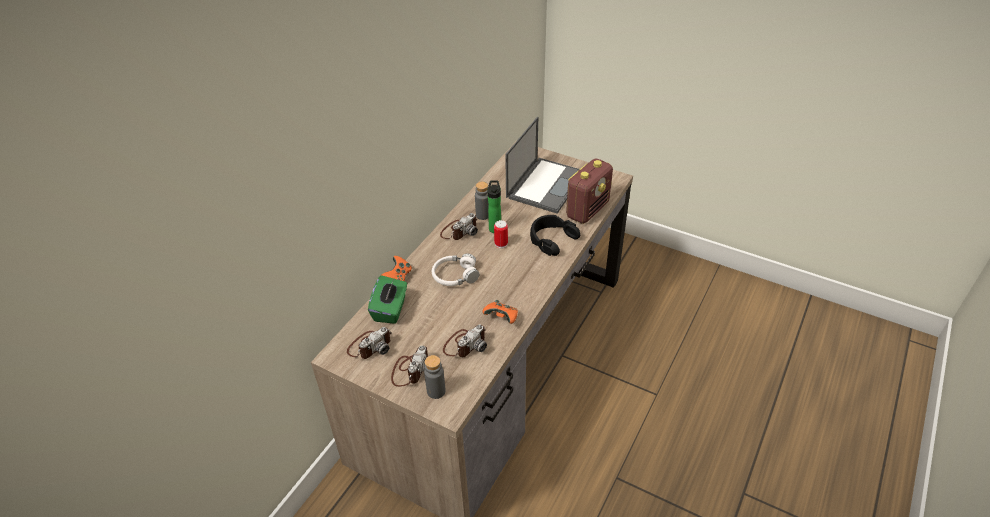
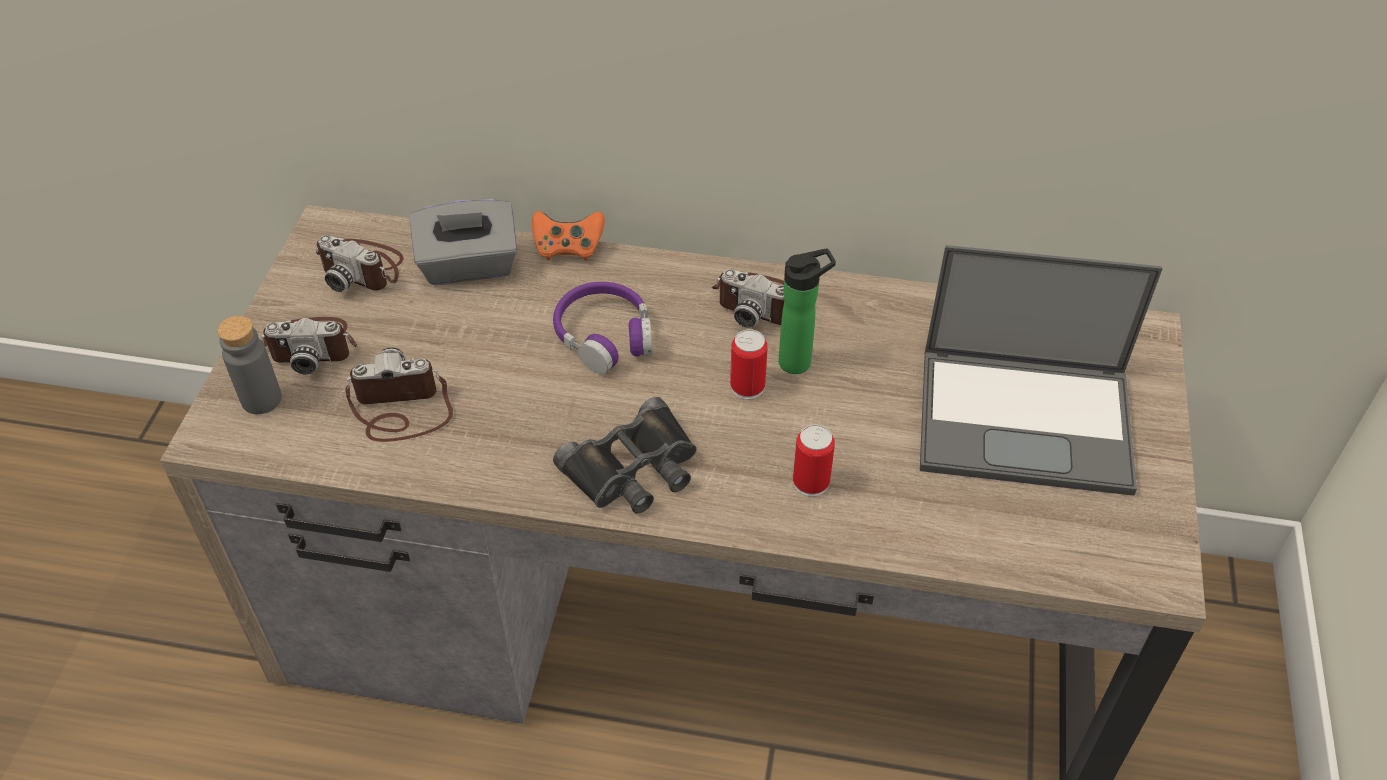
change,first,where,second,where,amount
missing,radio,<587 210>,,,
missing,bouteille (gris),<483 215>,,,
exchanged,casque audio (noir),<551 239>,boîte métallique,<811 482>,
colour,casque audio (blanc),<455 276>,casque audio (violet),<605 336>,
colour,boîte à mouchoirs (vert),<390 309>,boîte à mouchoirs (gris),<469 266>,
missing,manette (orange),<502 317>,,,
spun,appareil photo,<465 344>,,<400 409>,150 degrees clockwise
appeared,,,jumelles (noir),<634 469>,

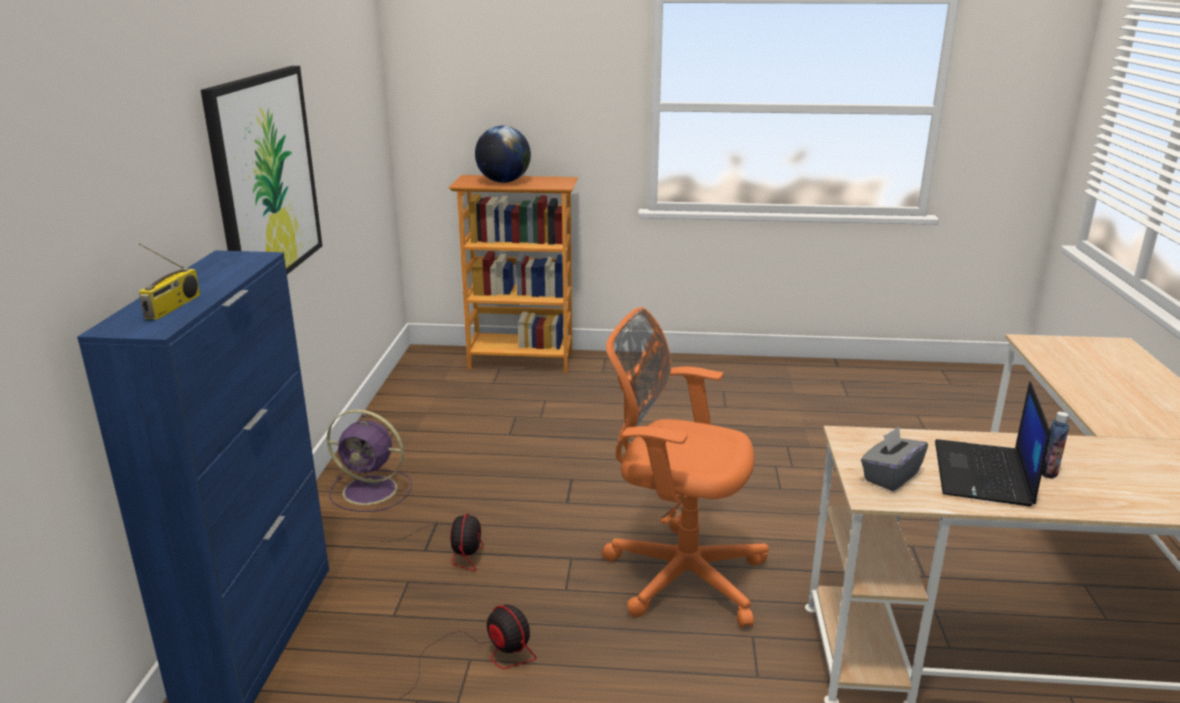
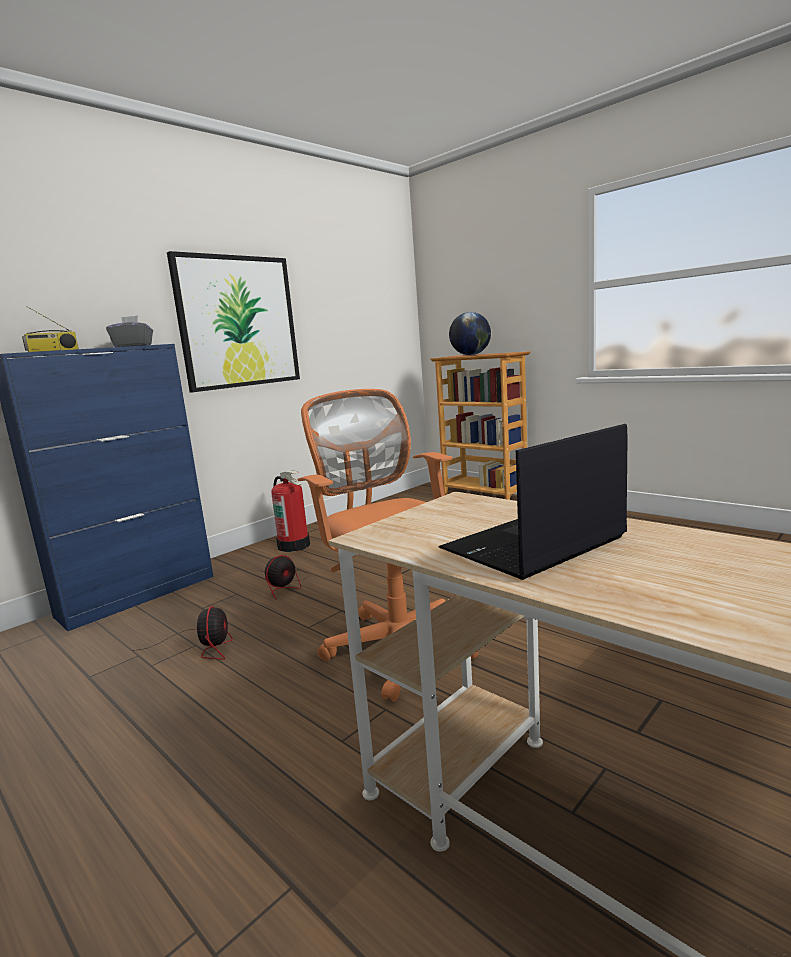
change,first,where,second,where,amount
exchanged,ventilateur (violet),<372 490>,extincteur,<294 545>,
missing,bouteille,<1049 472>,,,
relocated,boîte à mouchoirs (gris),<890 476>,,<133 346>,

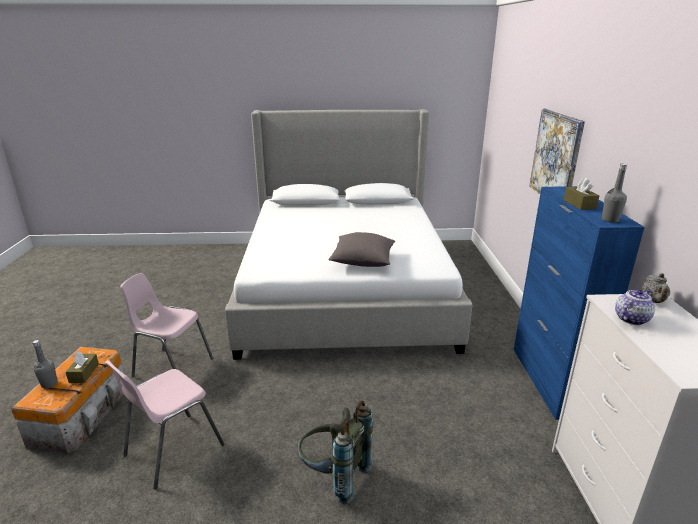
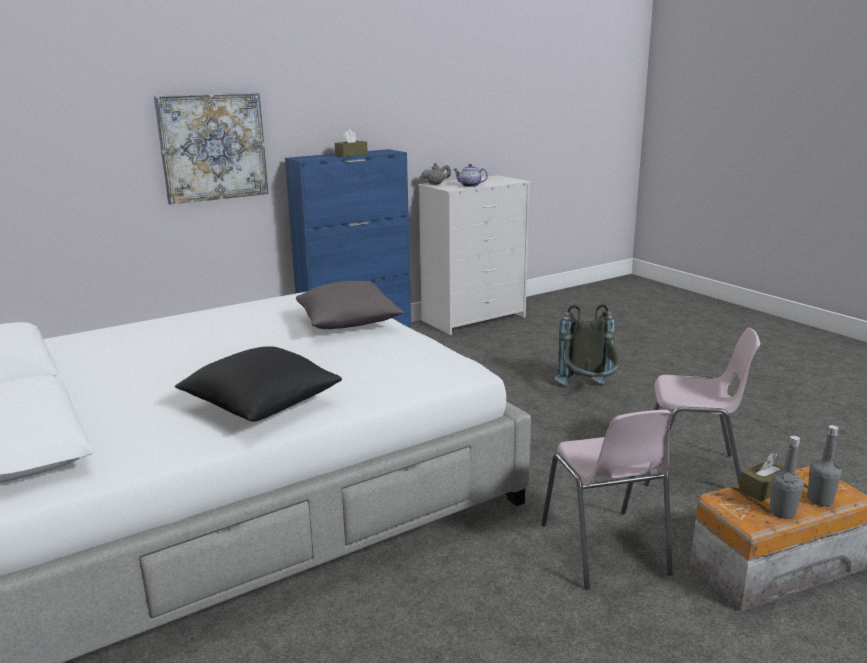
change,first,where,second,where,amount
relocated,bouteille (gris),<610 220>,,<782 512>,
appeared,,,coussin (noir),<261 406>,

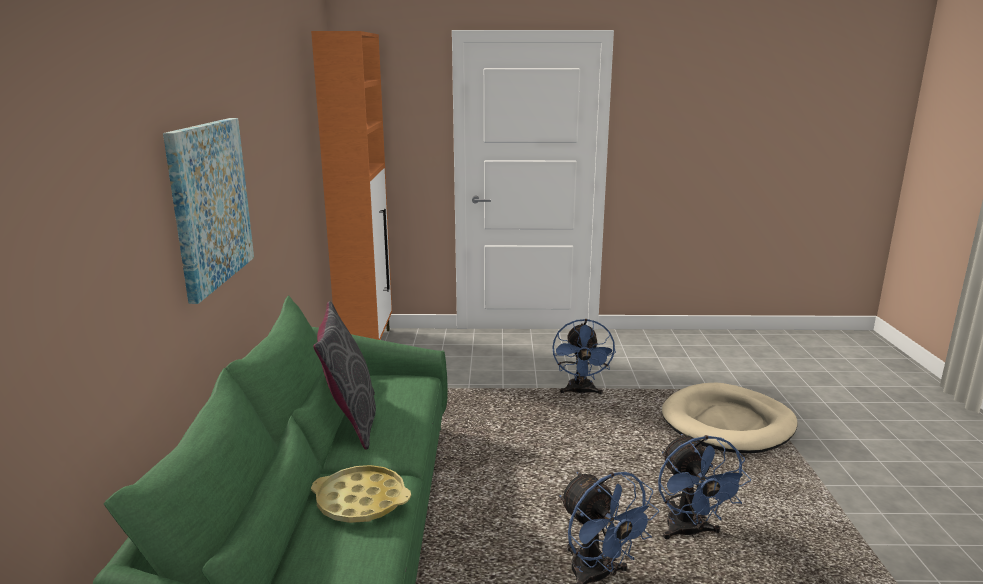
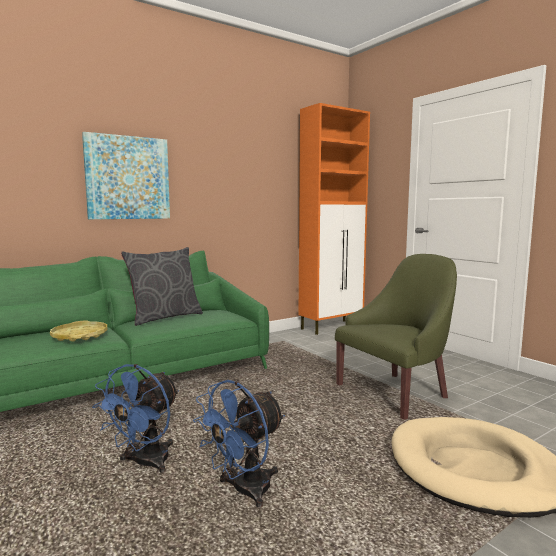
change,first,where,second,where,amount
exchanged,ventilateur (bleu),<581 392>,fauteuil (vert),<395 392>,

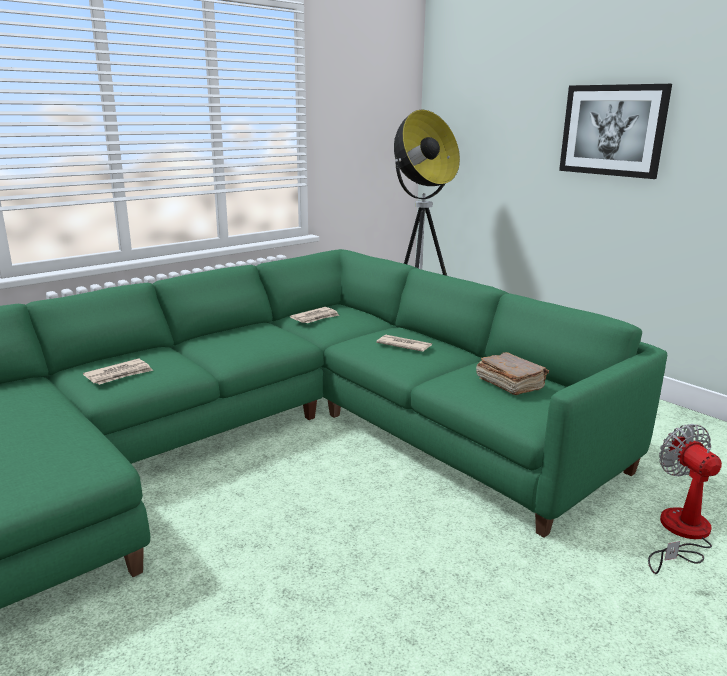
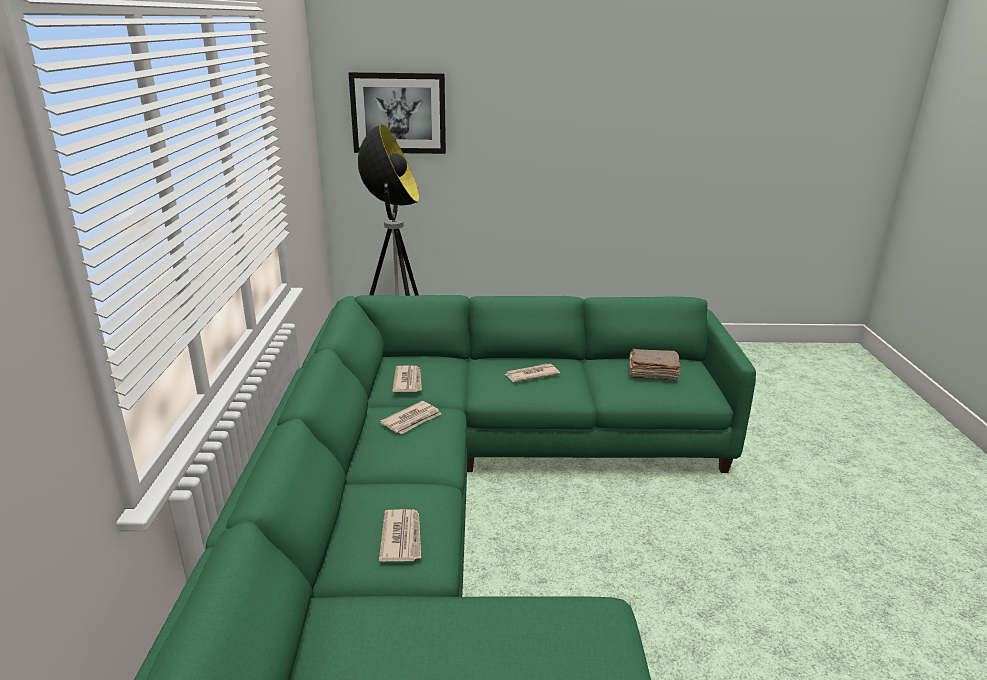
change,first,where,second,where,amount
relocated,tableau,<612 130>,,<398 113>,
missing,ventilateur,<681 533>,,,
appeared,,,journal,<412 420>,

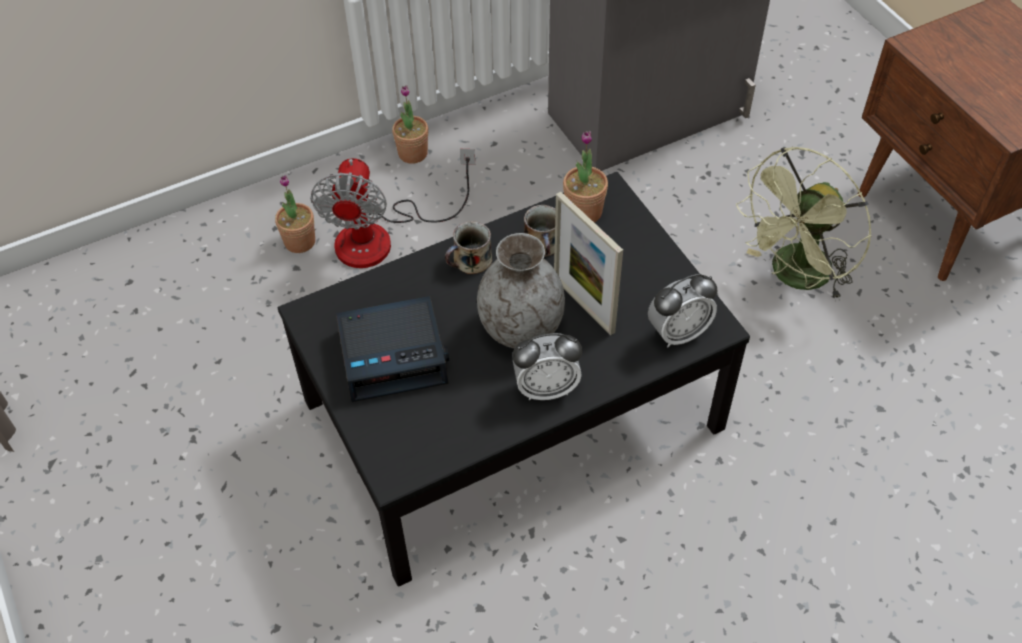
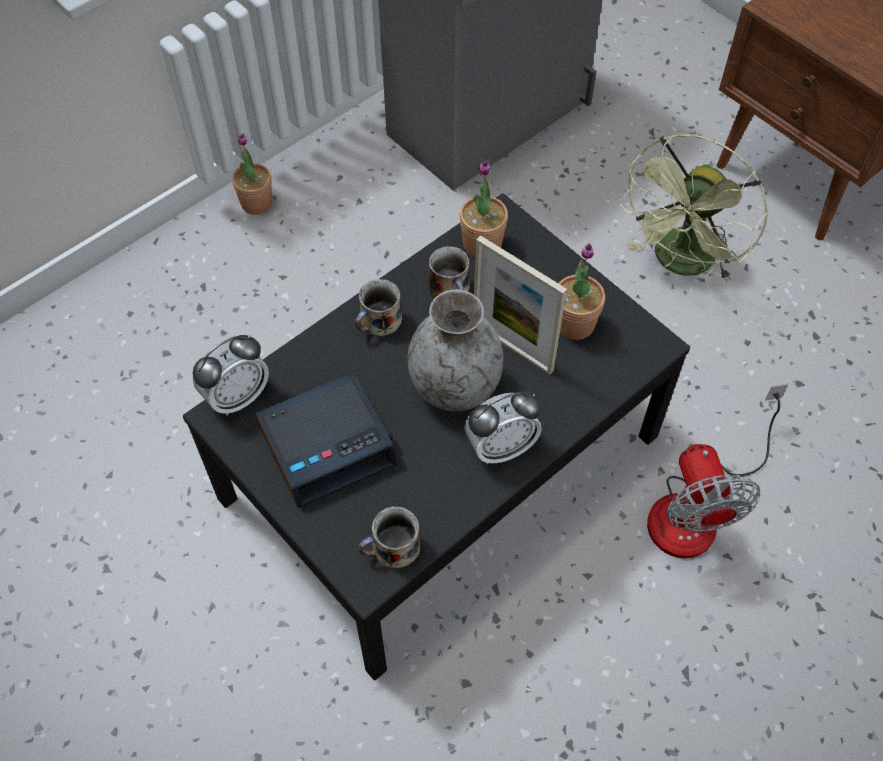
change,first,where,second,where,amount
relocated,ventilateur,<382 237>,,<696 508>,
relocated,plante en pot,<300 242>,,<574 323>,
relocated,réveil,<678 333>,,<237 397>,
appeared,,,mug,<393 548>,

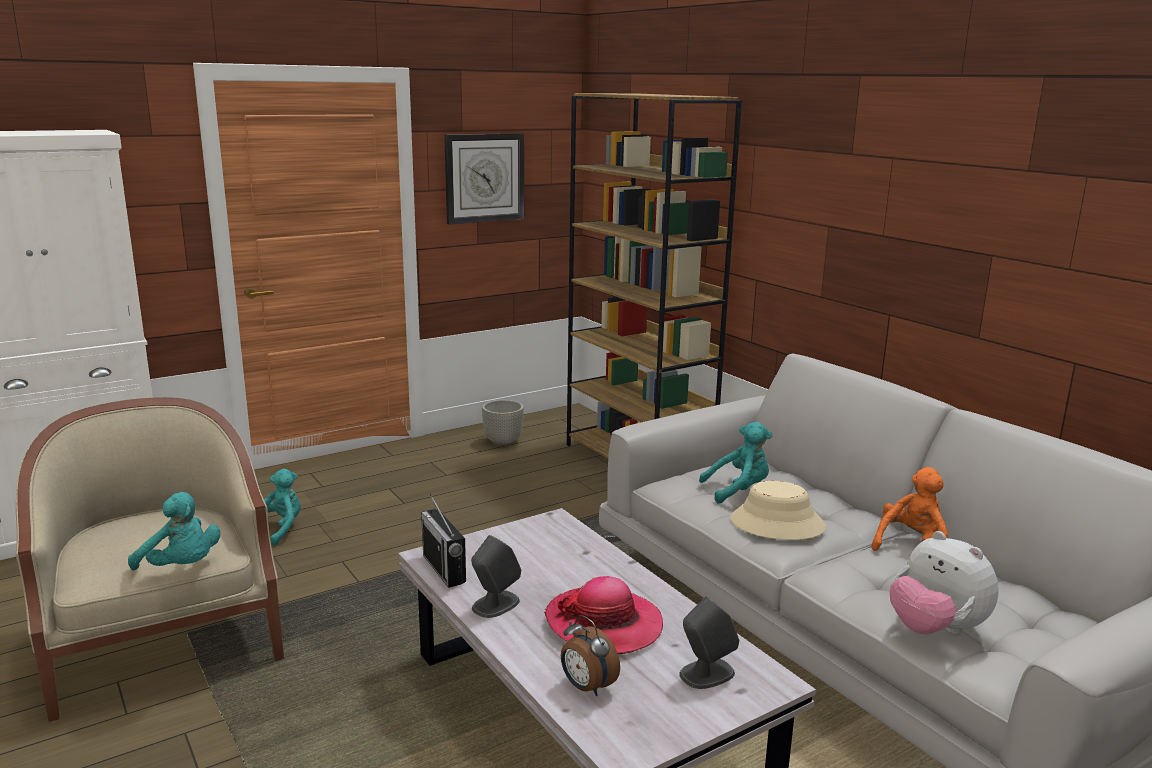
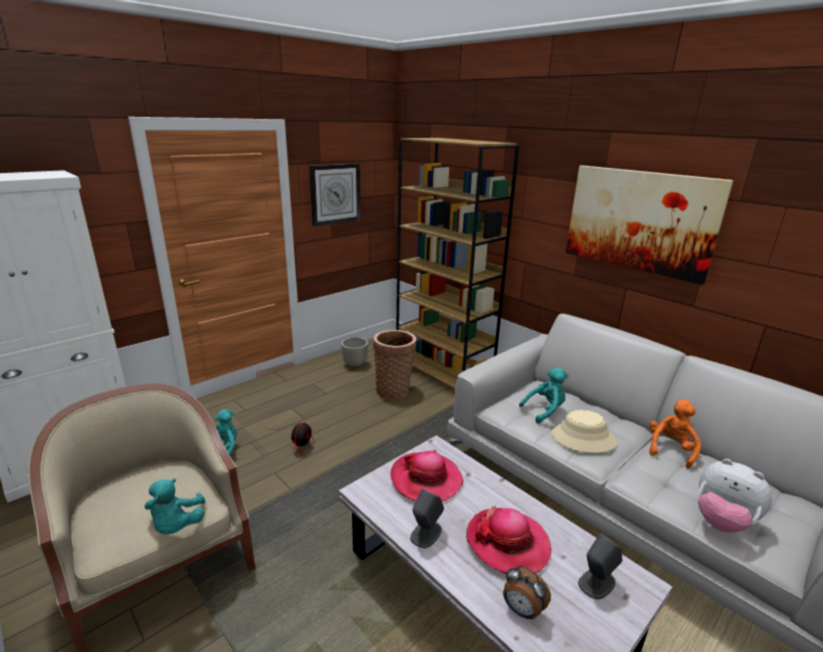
change,first,where,second,where,amount
spun,peluche (turquoise),<181 567>,,<177 526>,60 degrees clockwise
missing,radio,<444 569>,,,
appeared,,,tableau,<639 221>,
appeared,,,panier,<394 390>,
appeared,,,ventilateur,<299 441>,
appeared,,,chapeau,<426 479>,

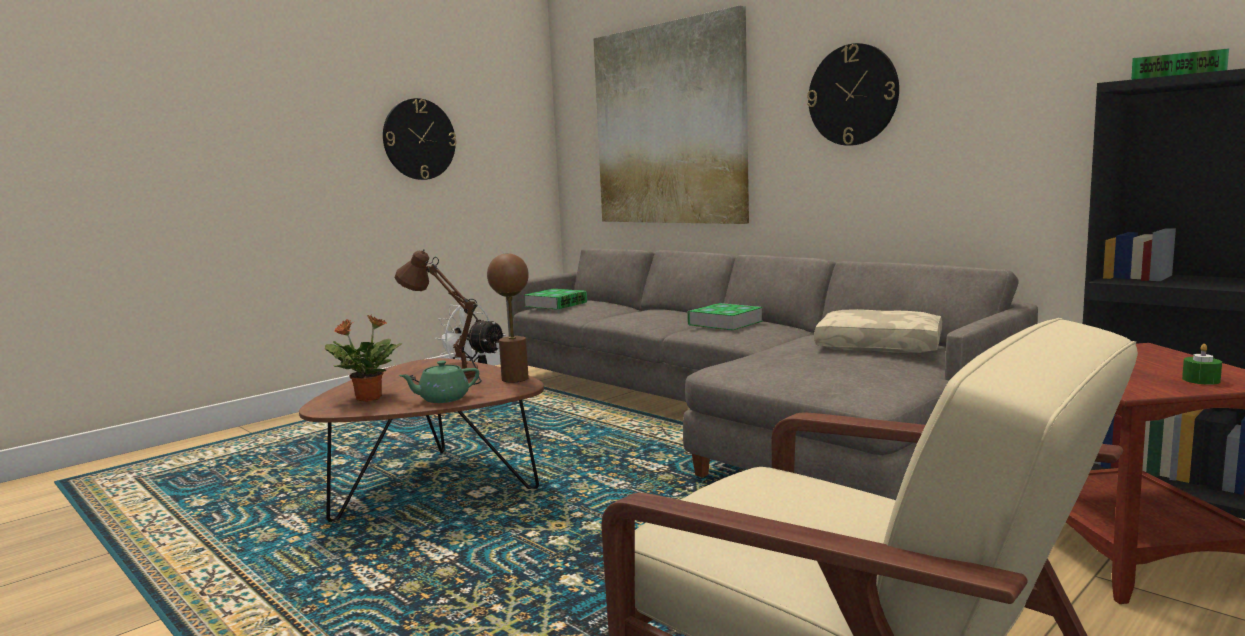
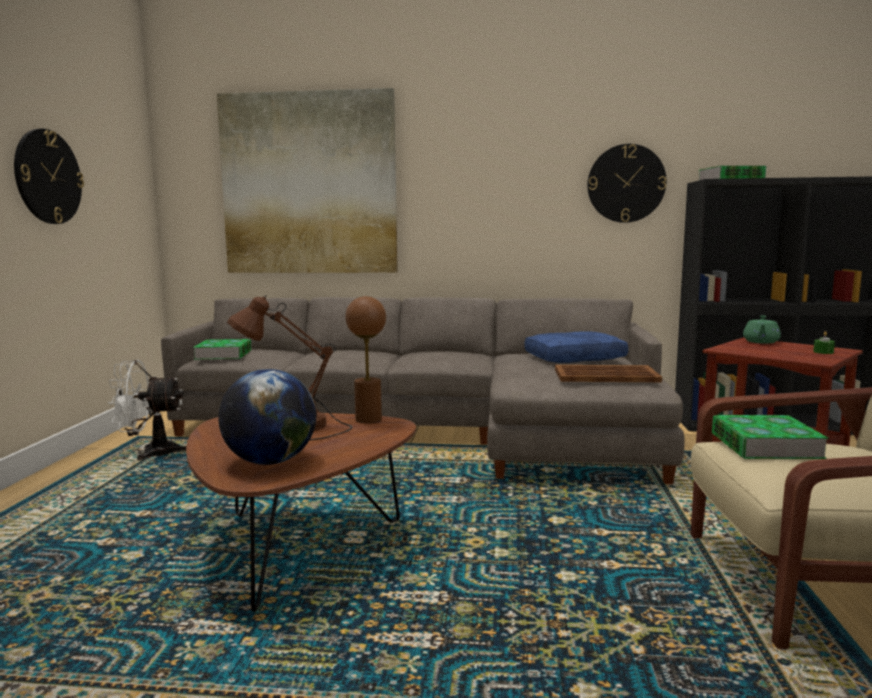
change,first,where,second,where,amount
relocated,horloge murale,<853 95>,,<626 183>,
relocated,livre,<725 323>,,<765 445>,
colour,coussin (beige),<880 346>,coussin (bleu),<574 358>,
exchanged,plante en pot,<367 398>,globe,<270 461>,
relocated,théière (vert),<442 399>,,<760 342>,
appeared,,,plateau (marron),<607 375>,

